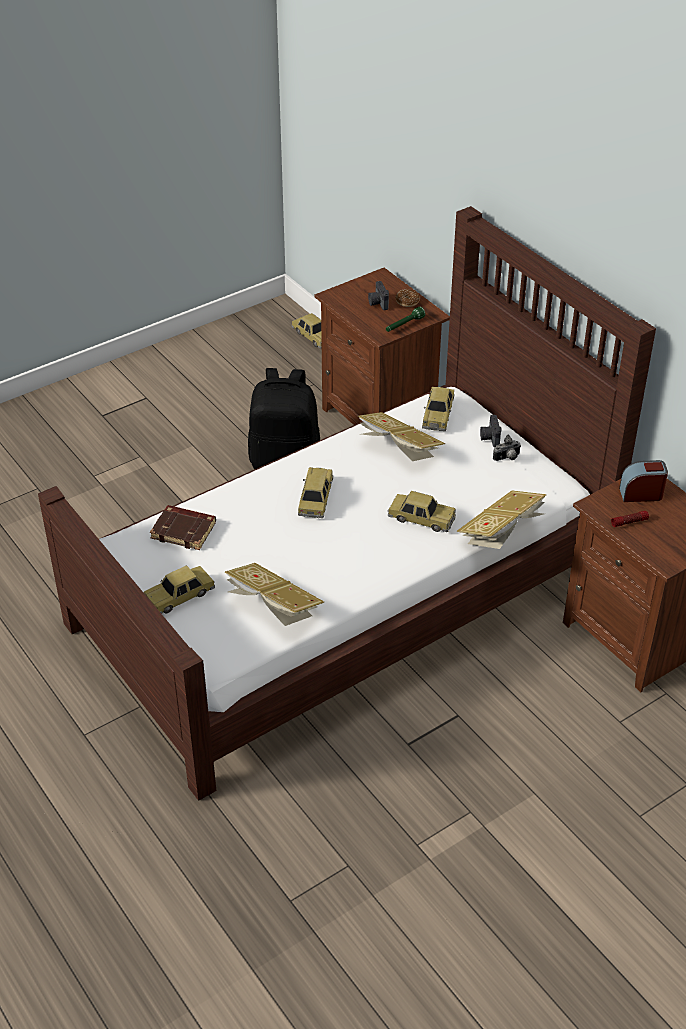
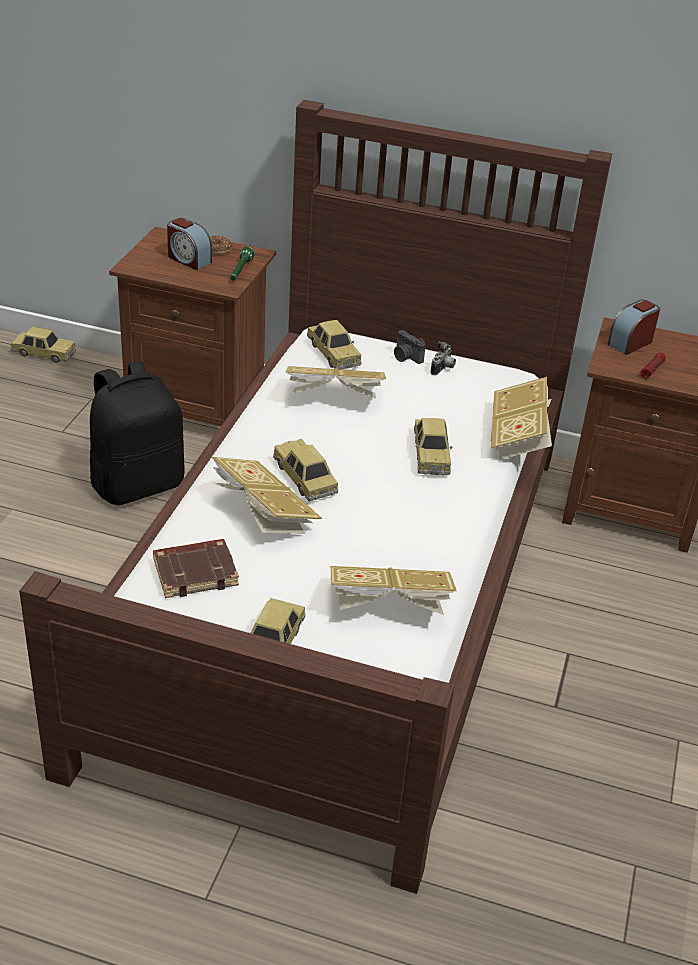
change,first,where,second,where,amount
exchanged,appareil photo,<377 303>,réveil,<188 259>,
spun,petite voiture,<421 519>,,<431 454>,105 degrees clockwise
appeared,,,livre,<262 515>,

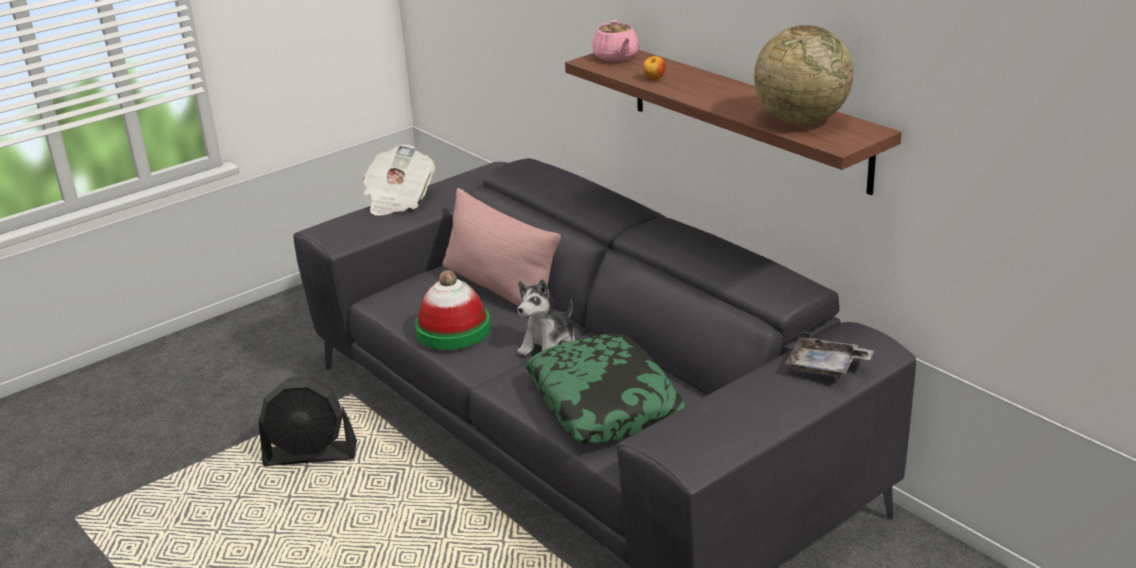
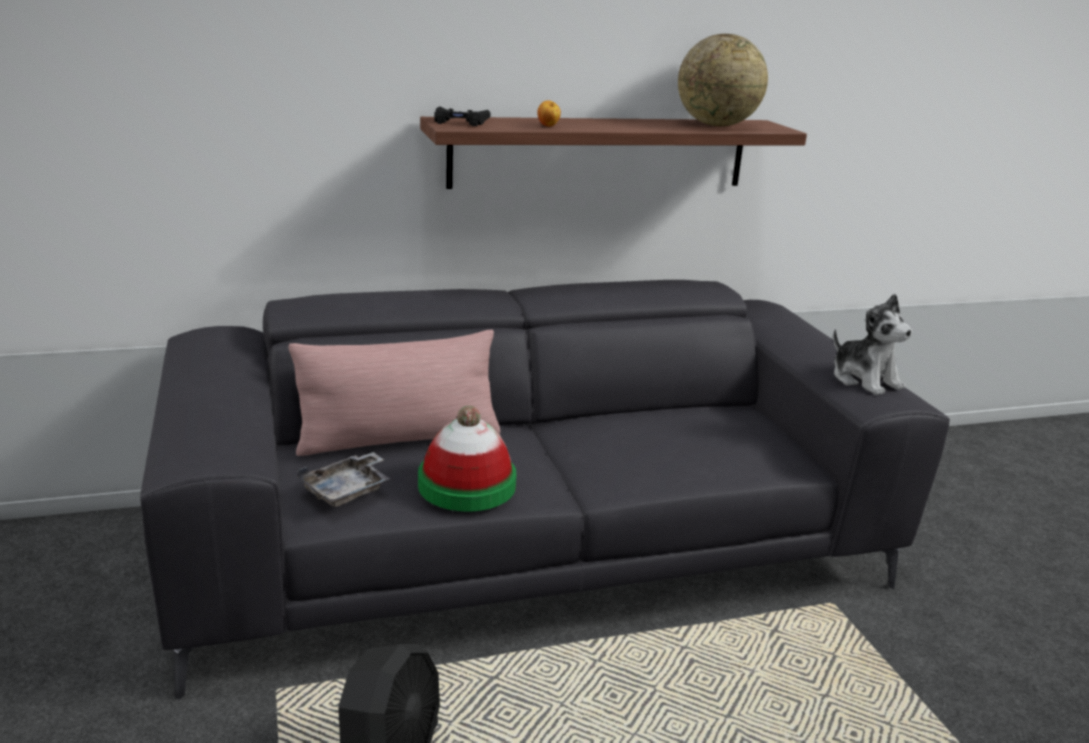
change,first,where,second,where,amount
exchanged,théière (rose),<616 57>,manette (noir),<460 122>,
missing,journal,<398 200>,,,
relocated,peluche,<549 346>,,<865 380>,
relocated,plateau (gris),<825 367>,,<347 490>,
missing,coussin,<605 403>,,,

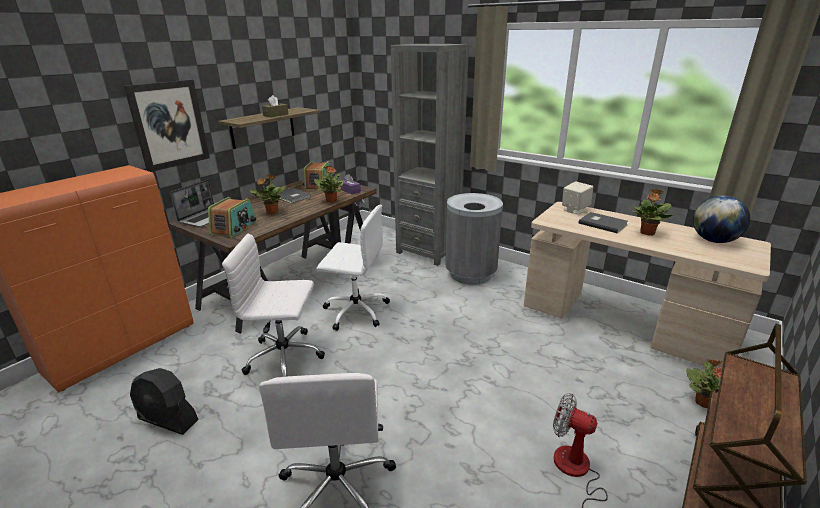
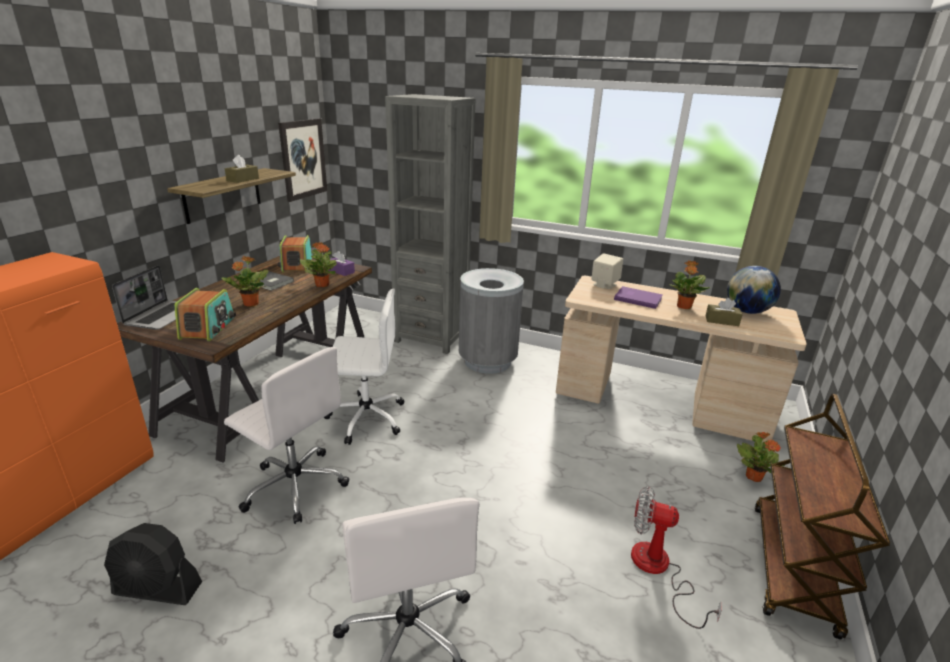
change,first,where,second,where,amount
relocated,tableau,<169 125>,,<303 159>,
colour,livre (gris),<602 223>,livre (violet),<637 298>,
spun,chaise de bureau (blanc),<286 357>,,<294 485>,135 degrees counterclockwise
appeared,,,boîte à mouchoirs (marron),<721 321>,

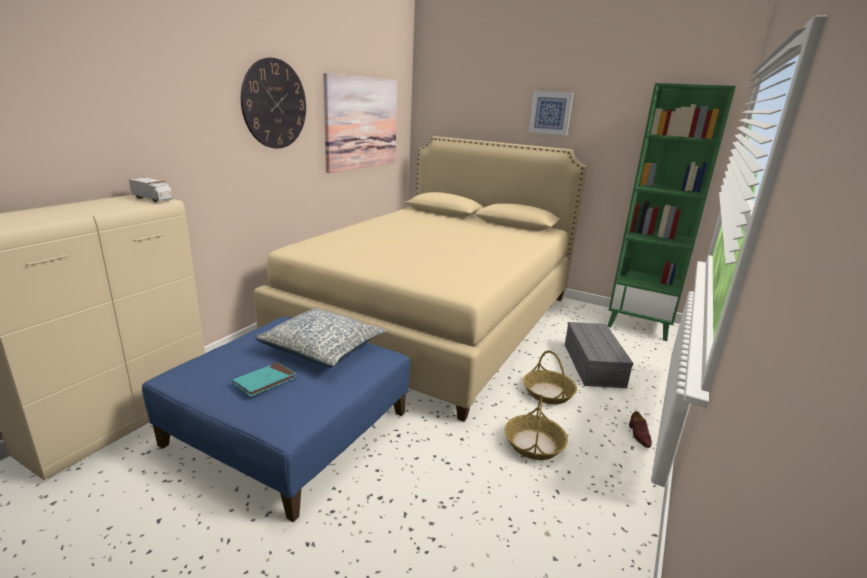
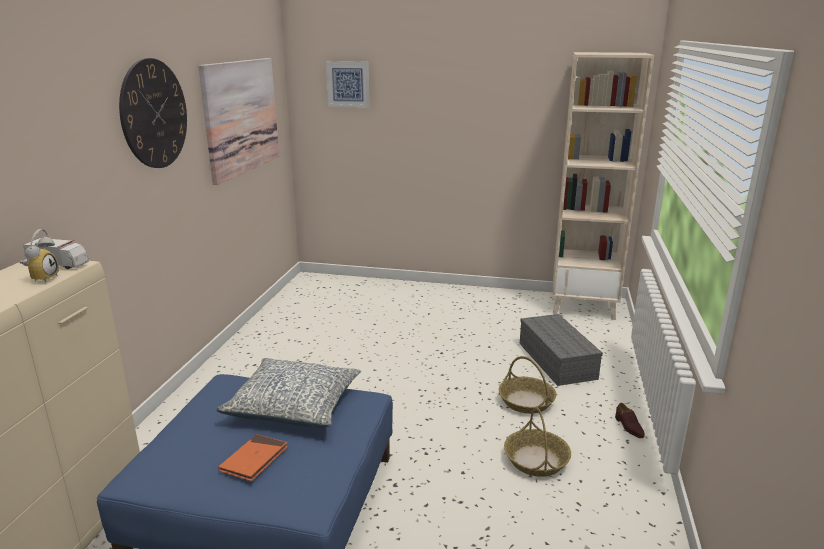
change,first,where,second,where,amount
colour,bibliothèque (vert),<639 325>,bibliothèque (beige),<583 306>,
relocated,tableau,<550 113>,,<348 84>,
missing,lit (beige),<434 320>,,,
colour,livre (turquoise),<265 381>,livre (orange),<254 460>,
appeared,,,réveil,<42 278>,

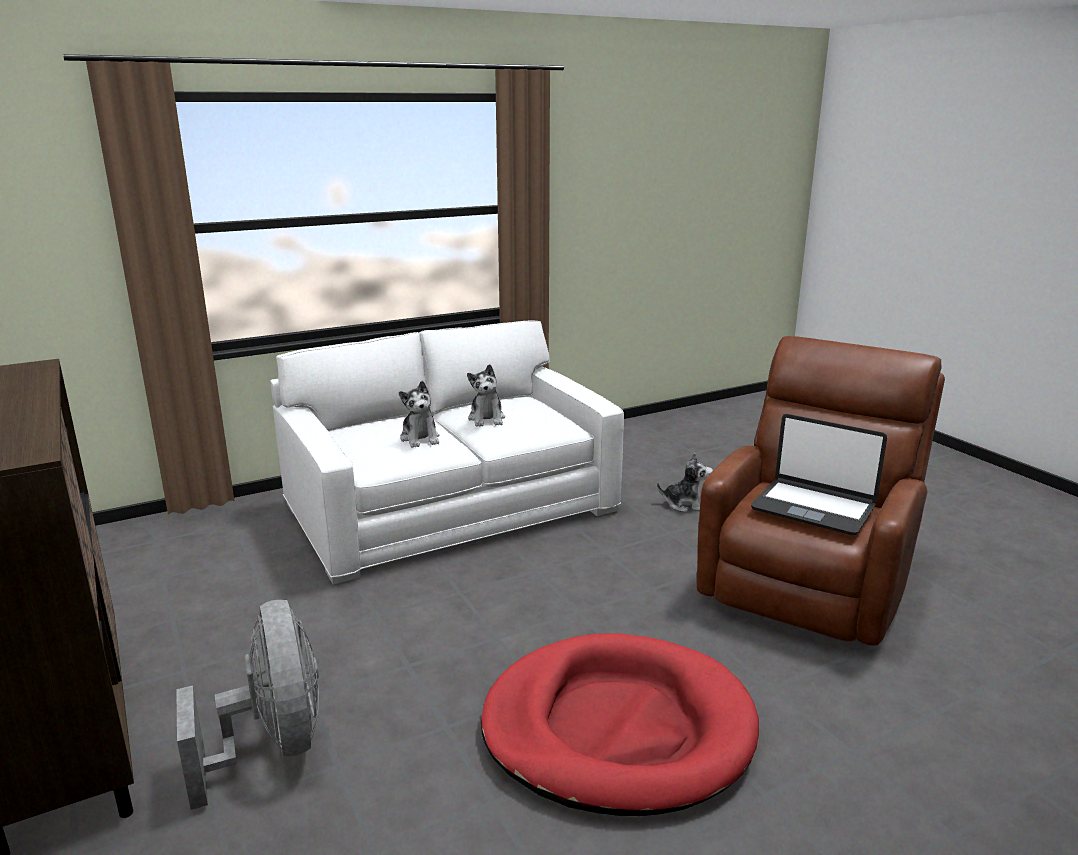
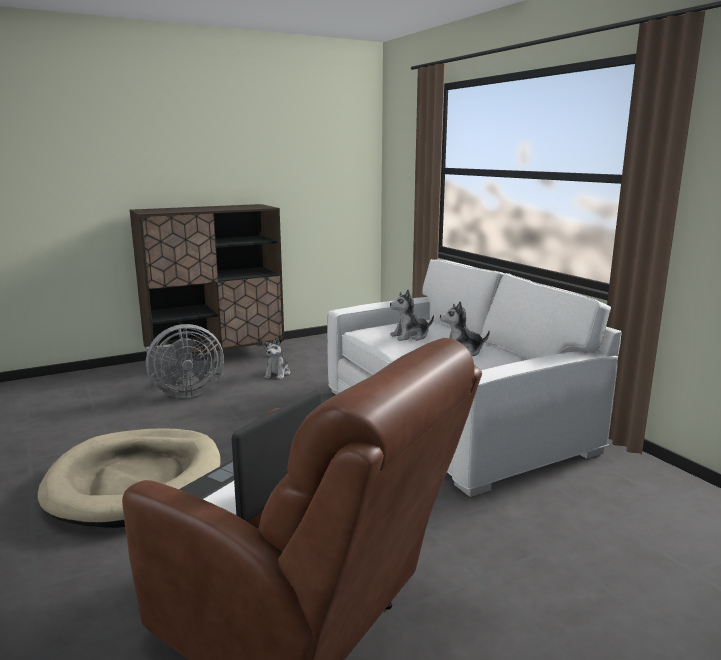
change,first,where,second,where,amount
relocated,peluche,<685 504>,,<277 374>,
colour,panier pour chien (rouge),<617 729>,panier pour chien (beige),<136 481>,

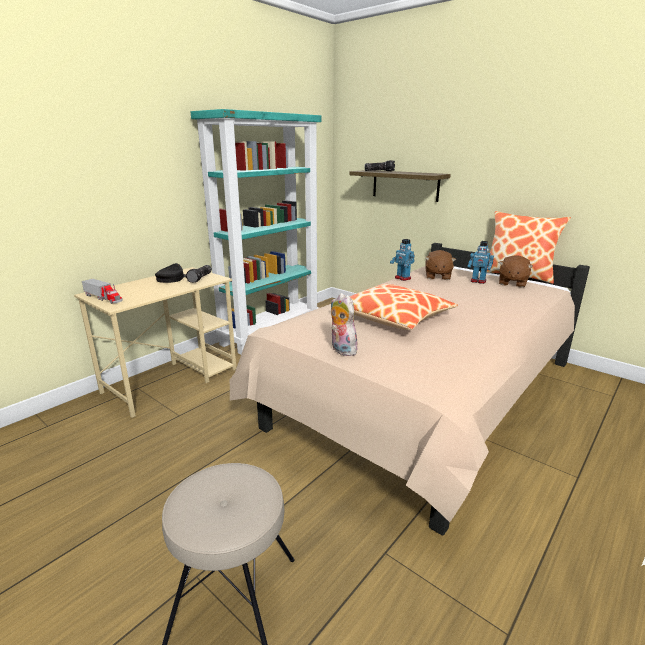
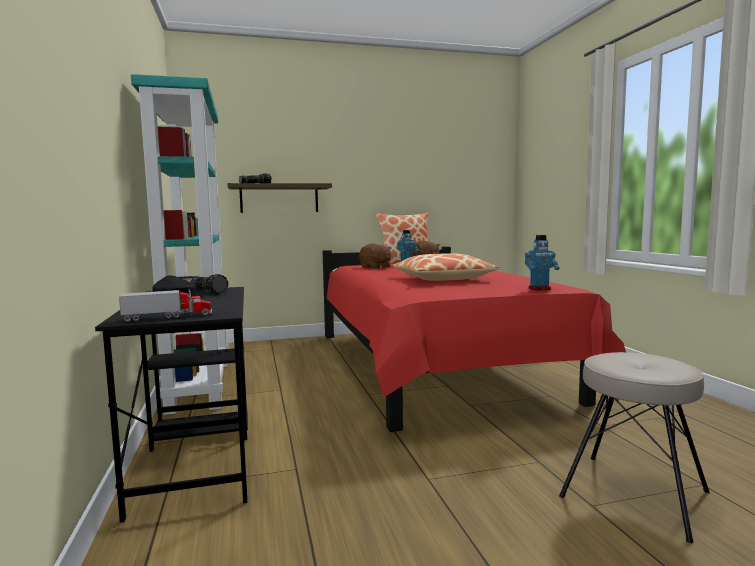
change,first,where,second,where,amount
relocated,robot jouet,<402 278>,,<539 289>,
colour,lit (beige),<425 398>,lit (rouge),<432 366>,
colour,bureau (beige),<172 380>,bureau (noir),<196 458>,
missing,peluche,<341 350>,,,

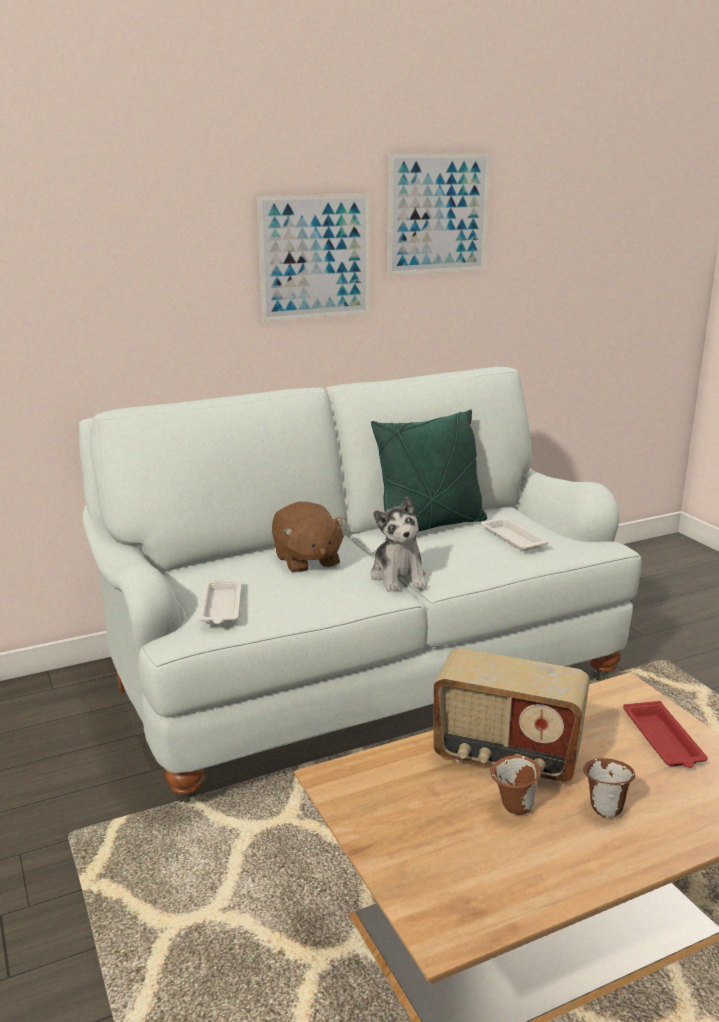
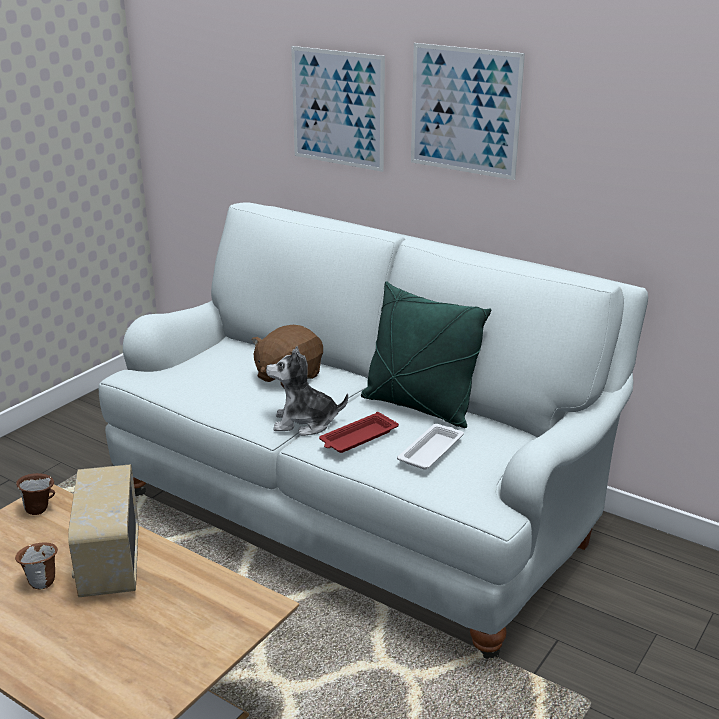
change,first,where,second,where,amount
relocated,tableau,<438 214>,,<337 108>,
spun,peluche,<398 577>,,<304 423>,45 degrees clockwise
missing,plateau (blanc),<221 607>,,,
relocated,plateau (rouge),<663 741>,,<357 438>,
relocated,mug (marron),<604 809>,,<40 510>,

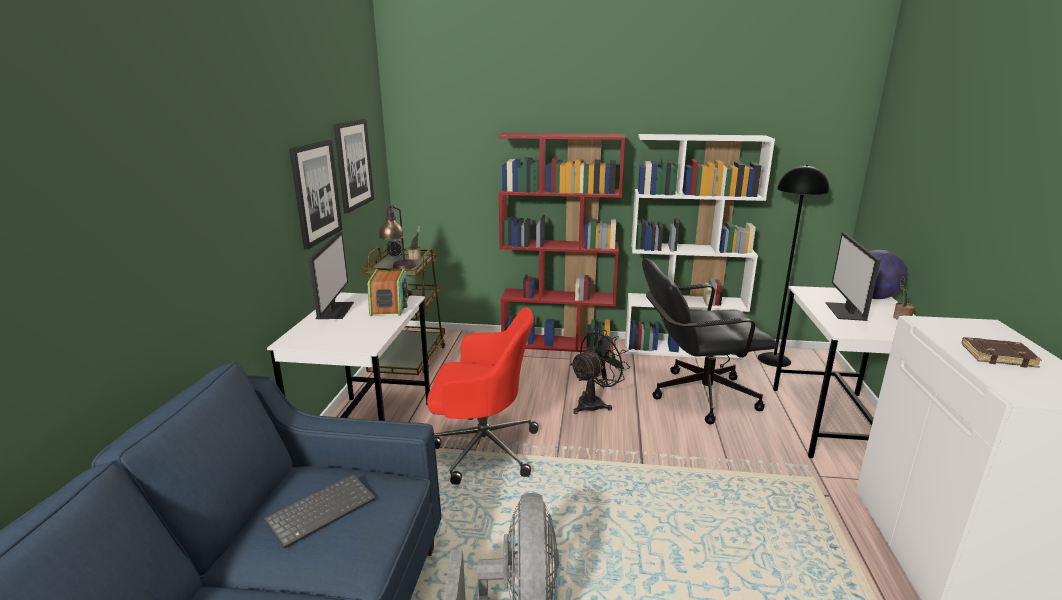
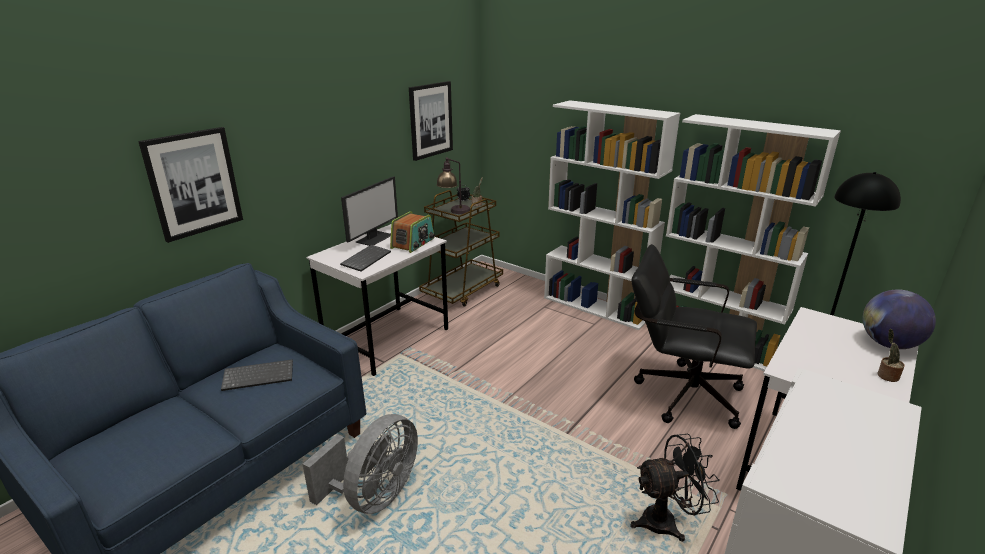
change,first,where,second,where,amount
colour,bibliothèque (rouge),<558 343>,bibliothèque (blanc),<597 307>,
relocated,tableau,<316 192>,,<194 183>,
missing,écran d'ordinateur,<846 311>,,,
missing,chaise de bureau (rouge),<482 448>,,,
relocated,ventilateur (noir),<594 403>,,<667 521>,
missing,livre (marron),<998 356>,,,
appeared,,,clavier,<366 259>,

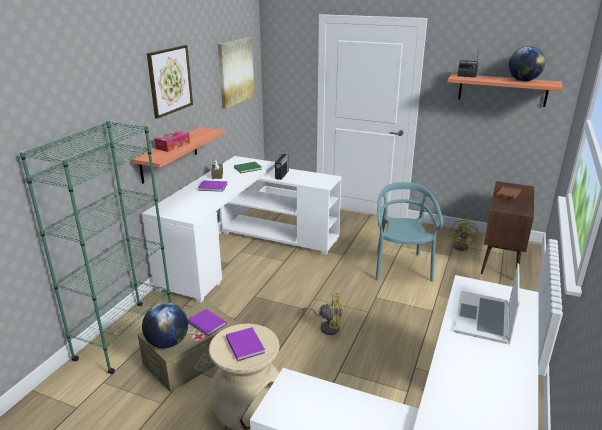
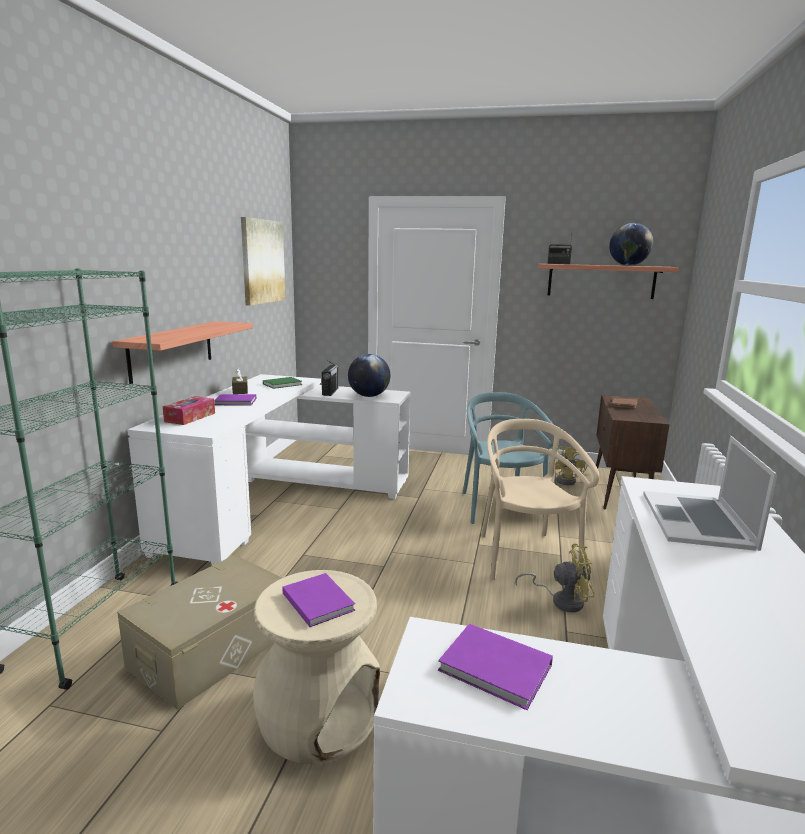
change,first,where,second,where,amount
missing,tableau,<170 80>,,,
relocated,boîte à mouchoirs,<173 146>,,<190 417>,
relocated,ventilateur (jaune),<327 326>,,<561 600>,
relocated,globe,<168 342>,,<369 396>,
relocated,livre (violet),<207 324>,,<497 670>,
appeared,,,chaise (beige),<525 556>,

